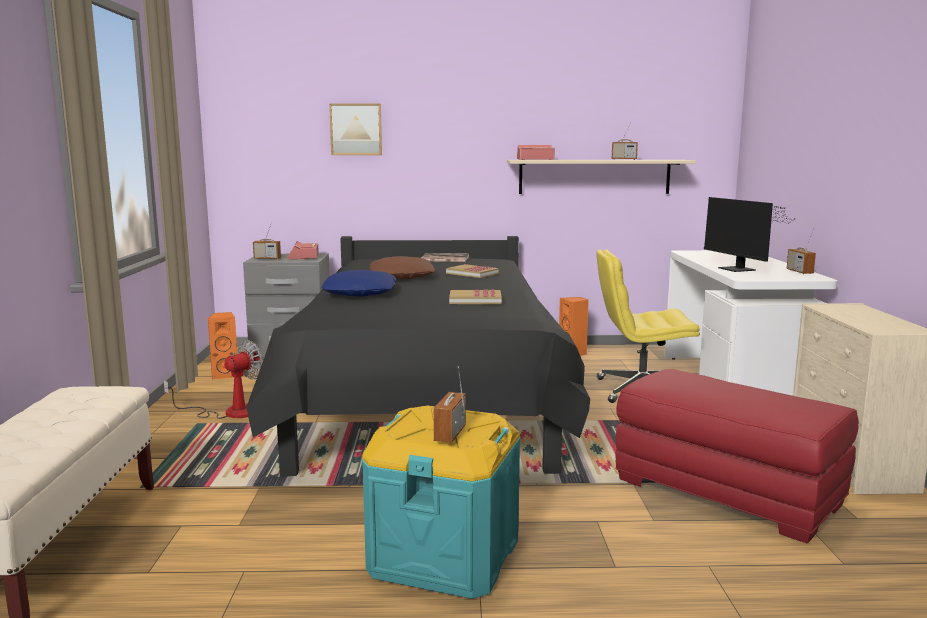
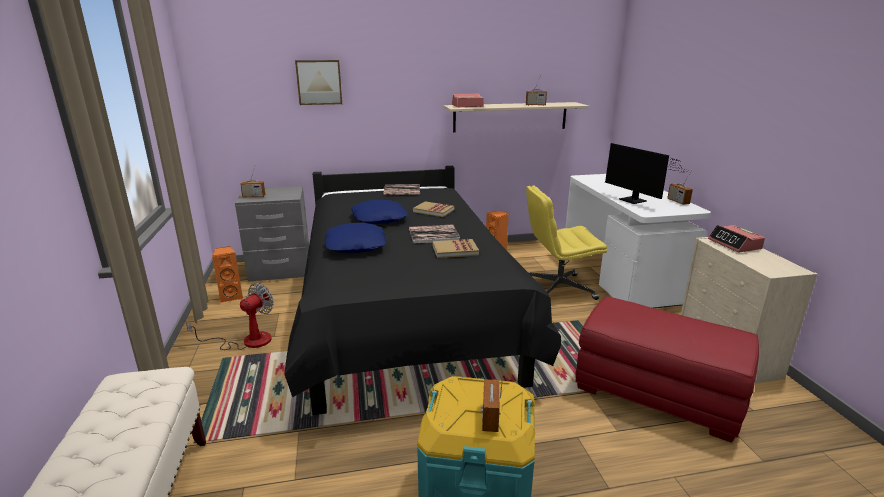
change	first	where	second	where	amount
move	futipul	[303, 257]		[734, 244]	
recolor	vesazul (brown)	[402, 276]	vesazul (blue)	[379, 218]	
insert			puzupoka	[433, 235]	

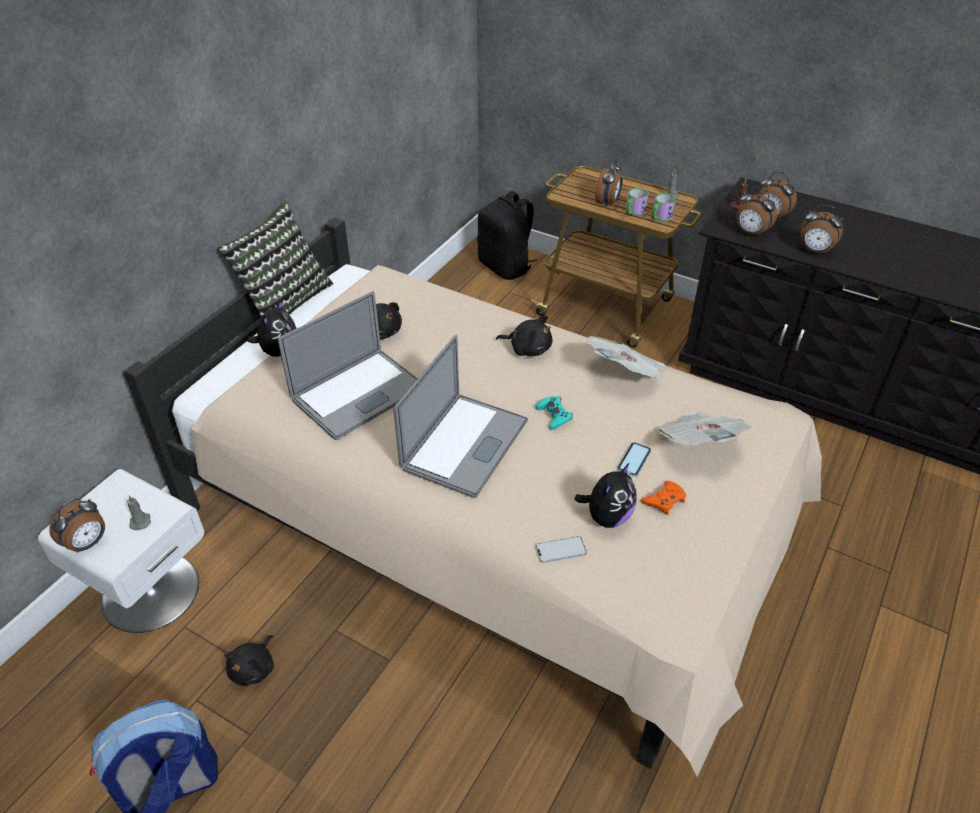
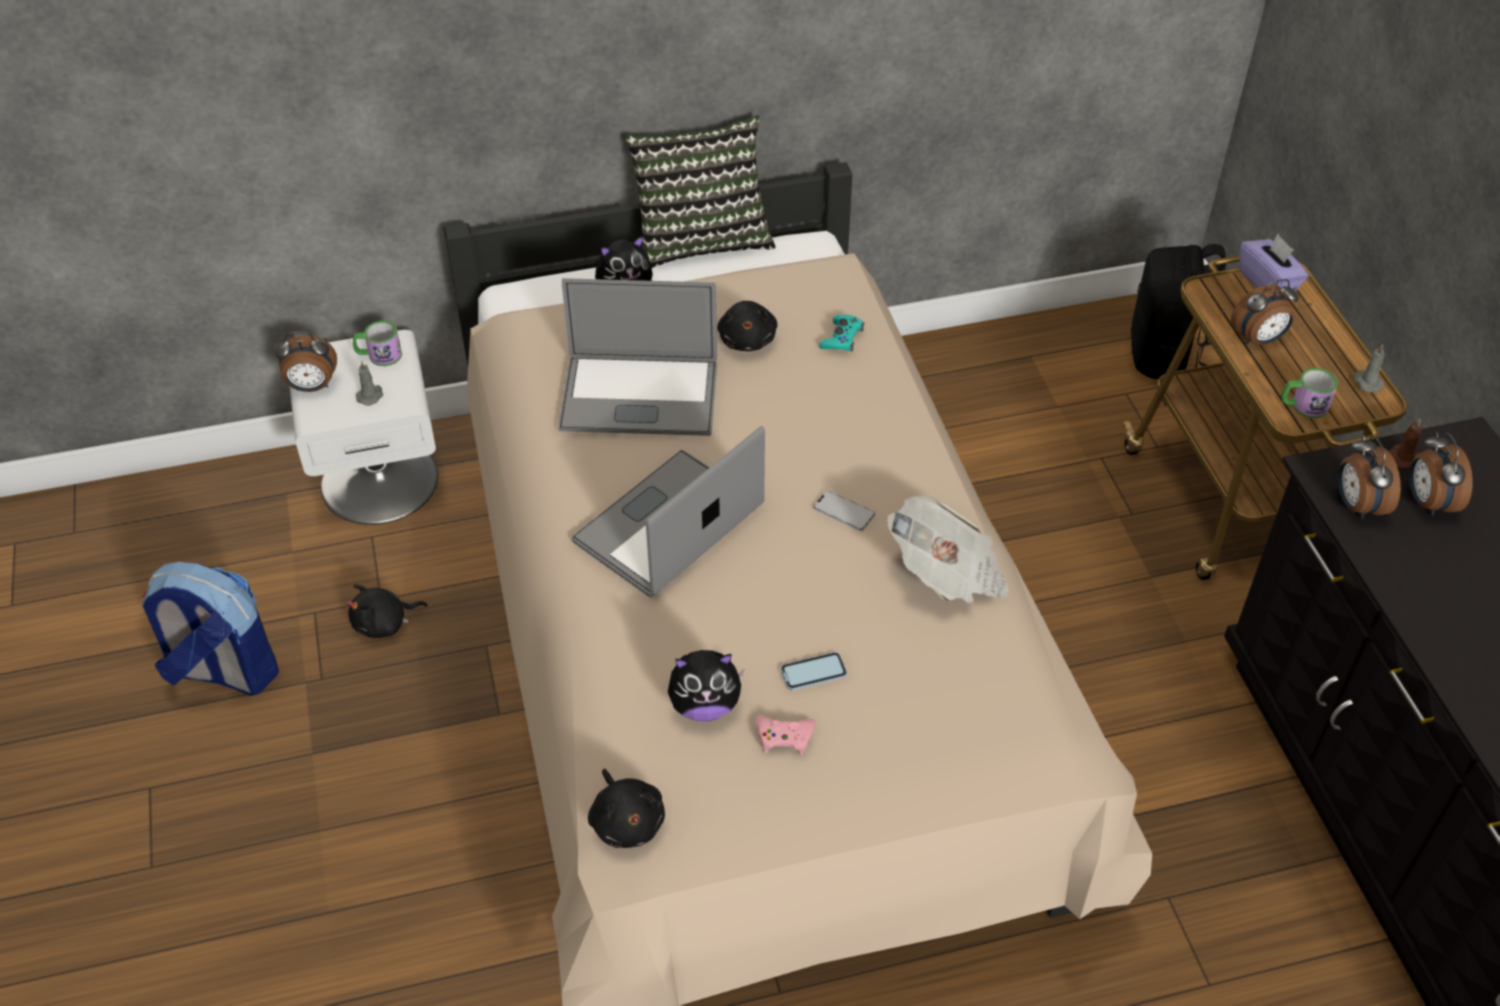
change	first	where	second	where	amount
rotate	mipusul	[465, 444]		[669, 524]	150 degrees clockwise
move	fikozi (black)	[528, 348]		[627, 821]	
move	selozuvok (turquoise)	[554, 415]		[842, 338]	
move	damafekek	[561, 550]		[844, 511]	
move	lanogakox	[633, 212]		[379, 355]	
recolor	selozuvok (orange)	[664, 500]	selozuvok (pink)	[784, 737]	
delete	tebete	[697, 444]			
delete	futipul	[814, 251]			
insert			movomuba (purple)	[1268, 282]	

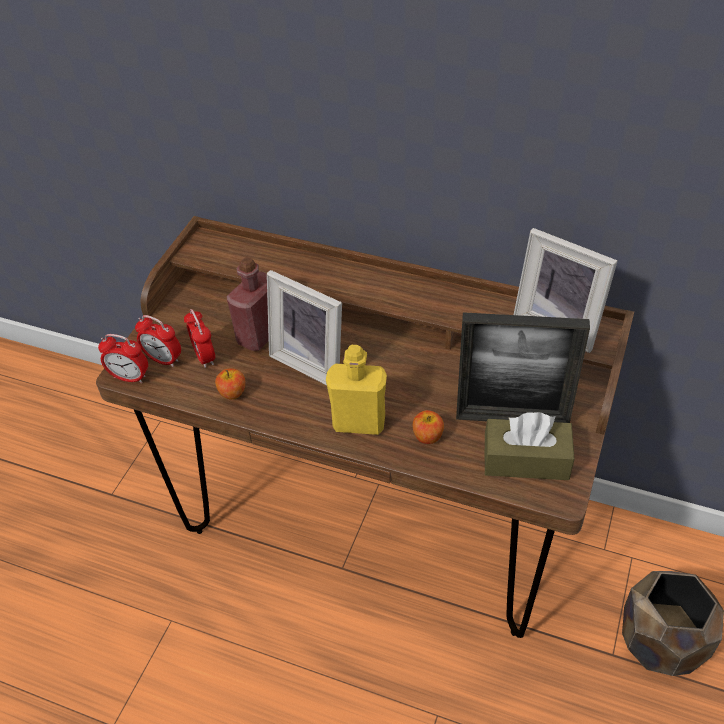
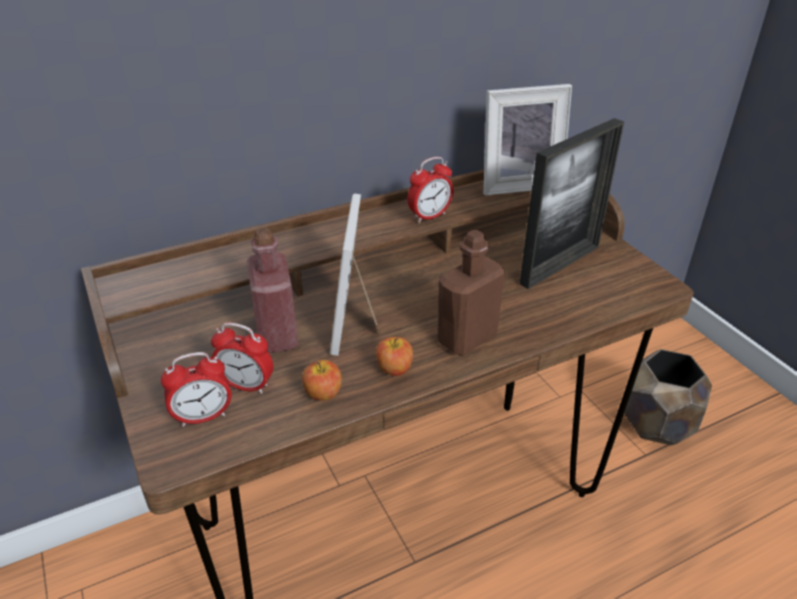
change	first	where	second	where	amount
move	futipul	[130, 377]		[429, 216]	
rotate	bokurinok	[312, 361]		[358, 323]	105 degrees clockwise
recolor	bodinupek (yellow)	[359, 422]	bodinupek (brown)	[467, 338]	
move	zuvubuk	[428, 436]		[394, 369]	
delete	movomuba (brown)	[526, 460]			

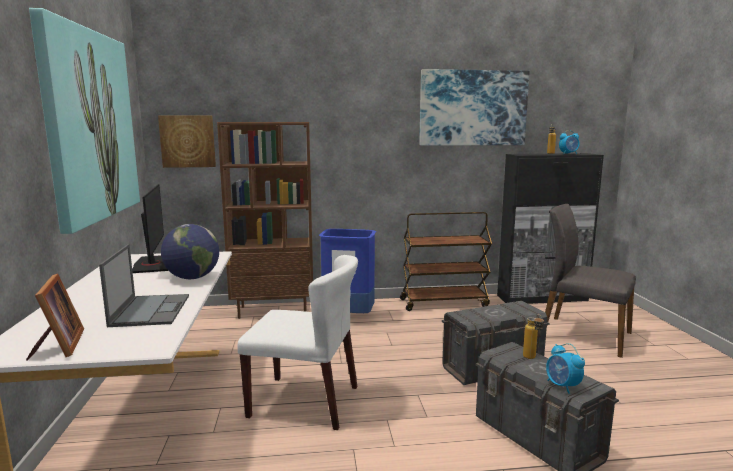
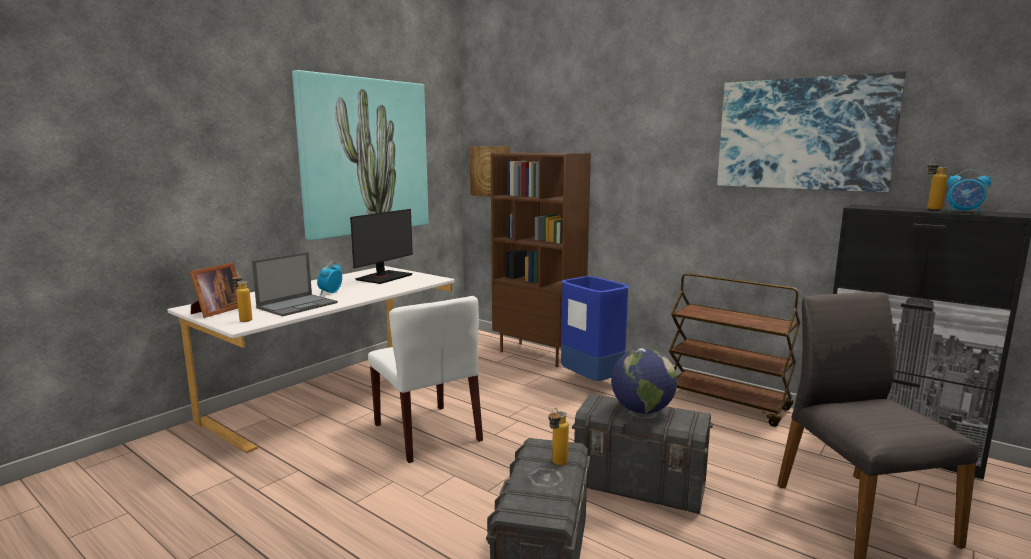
change	first	where	second	where	amount
move	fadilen	[192, 278]		[642, 410]	
move	futipul	[562, 386]		[330, 293]	
insert			bodinupek	[243, 319]	

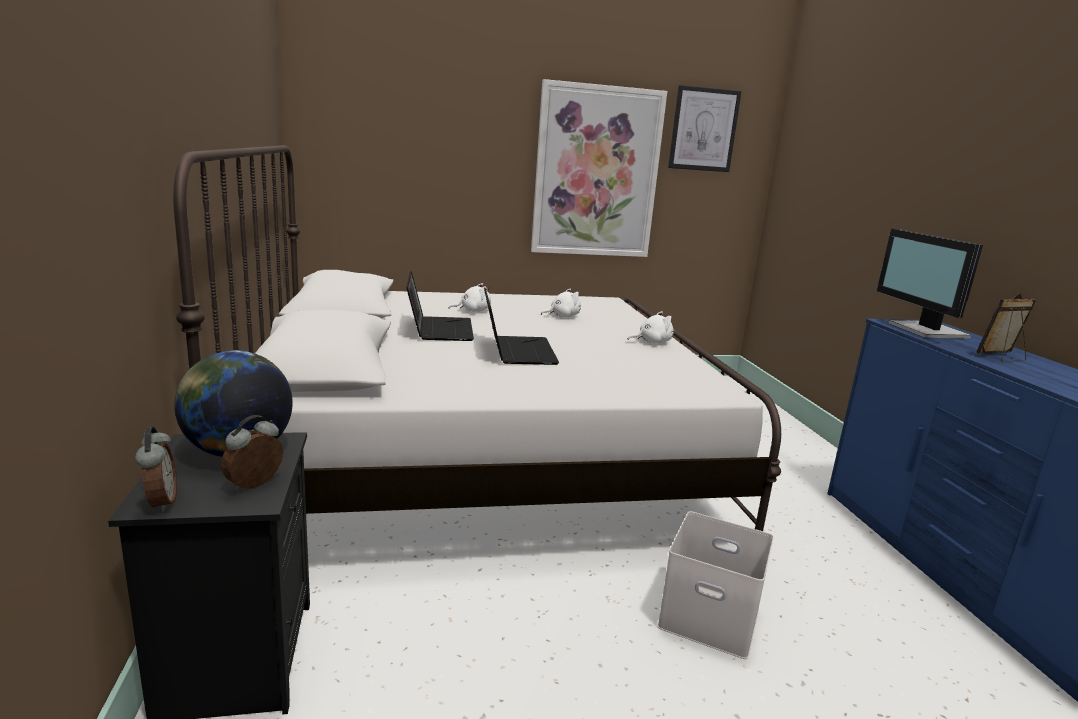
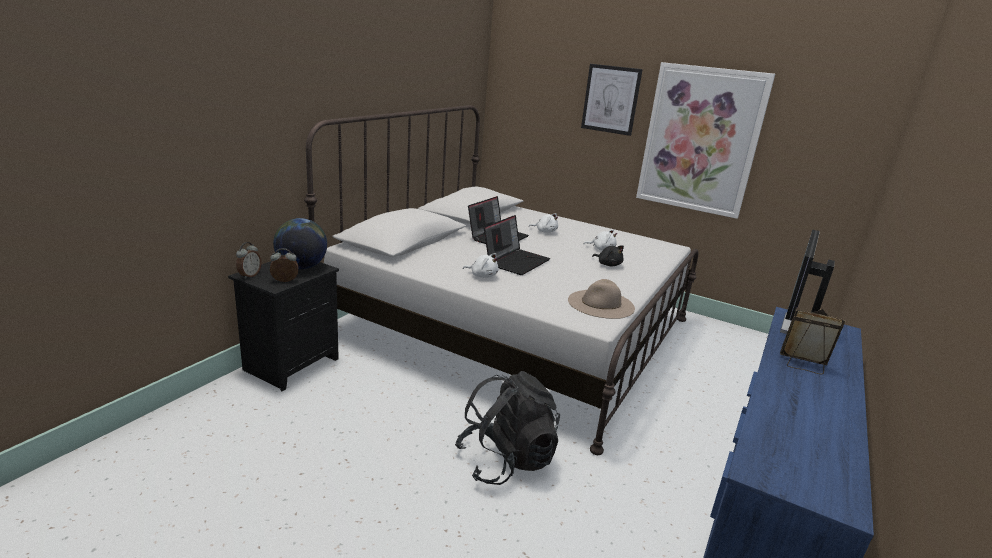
change	first	where	second	where	amount
move	fikozi (white)	[652, 342]		[482, 275]	
replace	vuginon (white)	[707, 617]	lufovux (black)	[506, 460]	
move	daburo	[703, 129]		[611, 99]	
insert			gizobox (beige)	[601, 304]	
insert			fikozi (black)	[608, 264]	

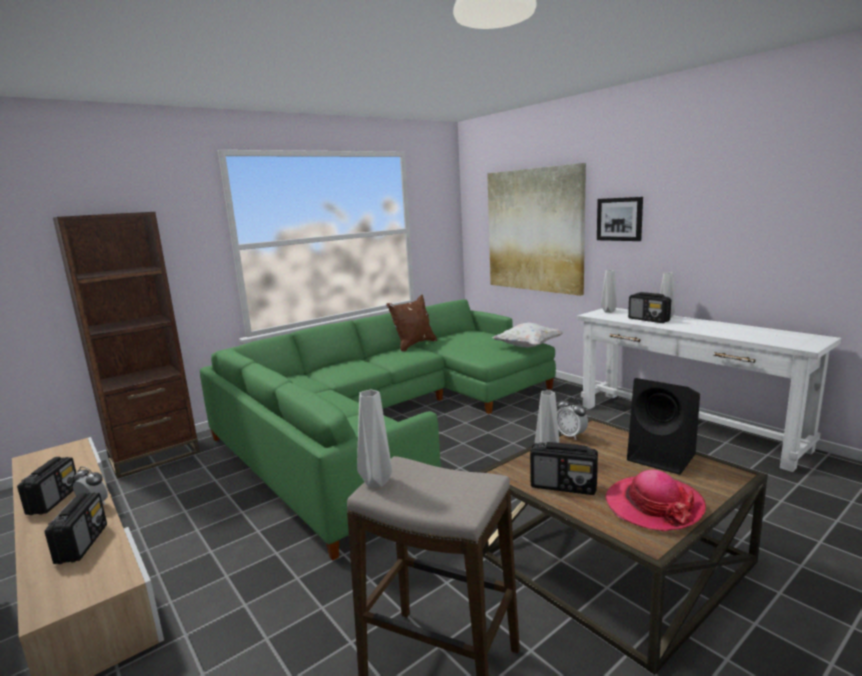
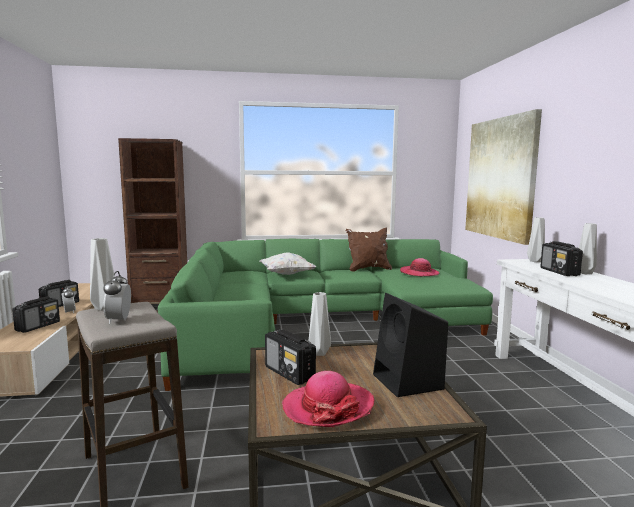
change	first	where	second	where	amount
move	vesazul (white)	[527, 347]		[286, 274]	
move	futipul	[571, 435]		[119, 320]	
delete	daburo	[619, 219]			
insert			gizobox	[419, 273]	

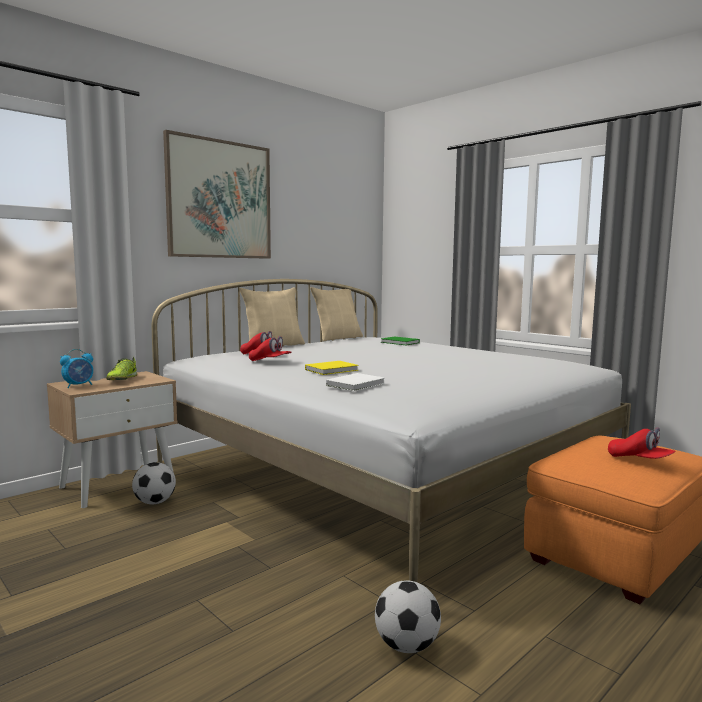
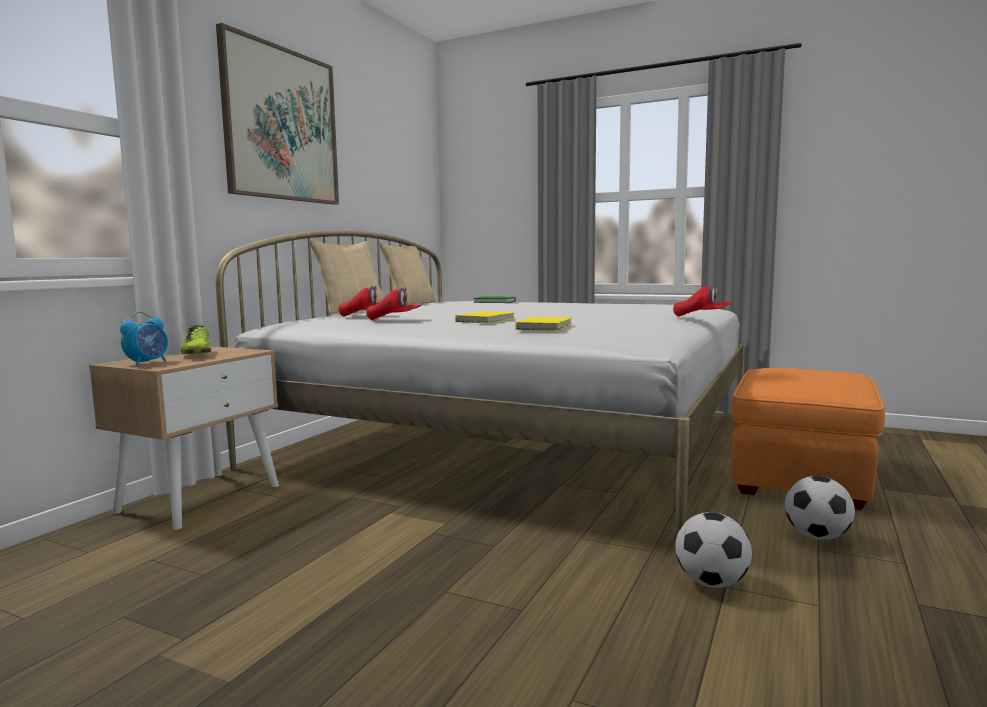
change	first	where	second	where	amount
move	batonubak	[155, 502]		[817, 537]	
recolor	puzupoka (white)	[357, 384]	puzupoka (yellow)	[545, 326]	
move	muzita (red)	[639, 460]		[701, 317]	

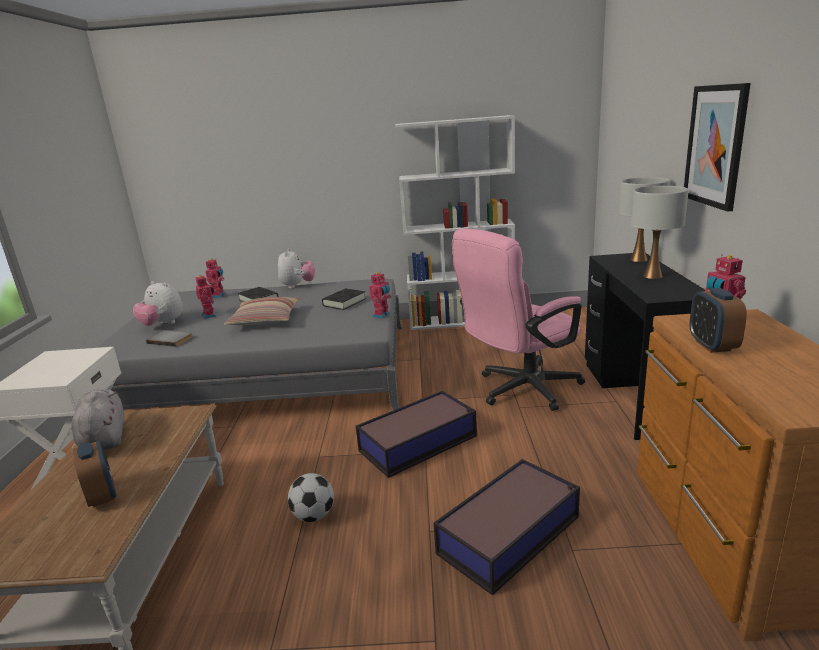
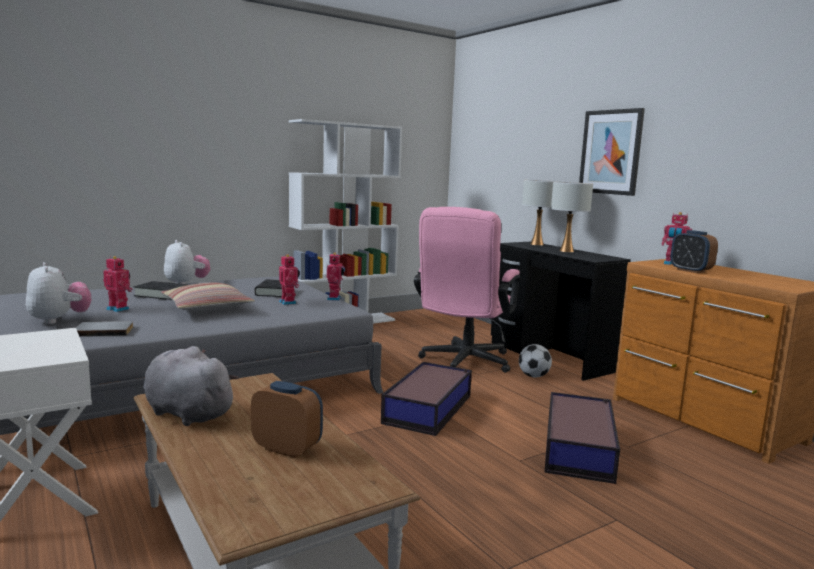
change	first	where	second	where	amount
rotate	fikozi	[163, 324]		[59, 320]	120 degrees counterclockwise
move	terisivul	[219, 295]		[289, 302]	
move	batonubak	[314, 516]		[534, 376]	

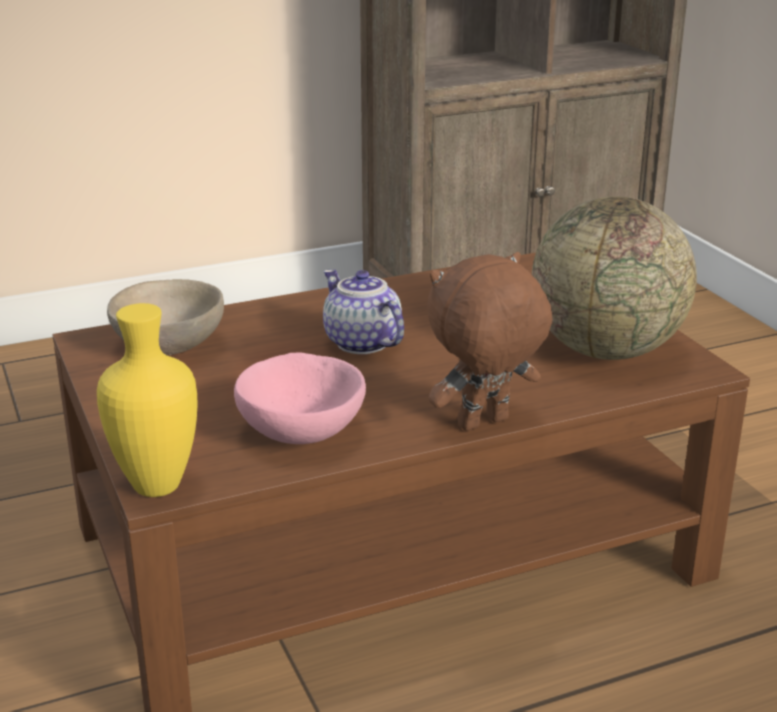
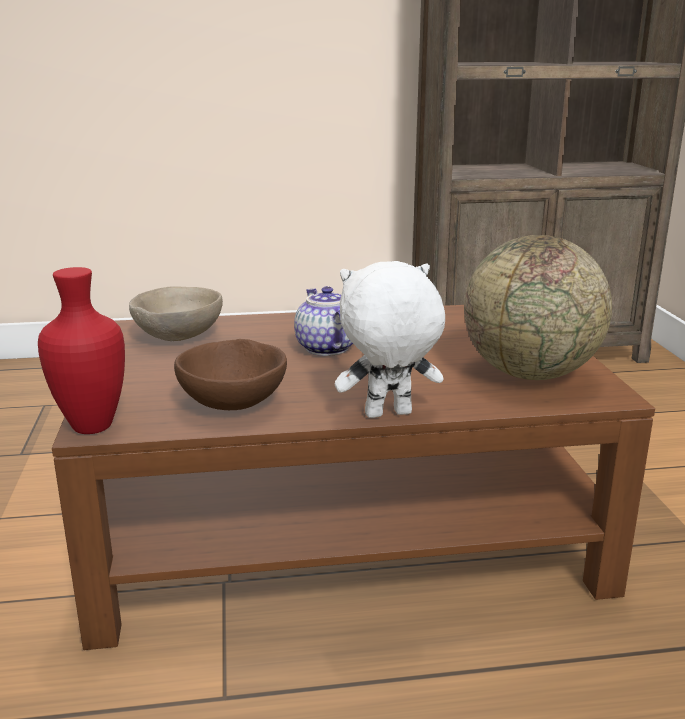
change	first	where	second	where	amount
recolor	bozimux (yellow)	[155, 488]	bozimux (red)	[90, 428]	
recolor	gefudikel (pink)	[302, 432]	gefudikel (brown)	[234, 403]	
recolor	fikozi (brown)	[483, 424]	fikozi (white)	[388, 415]	

